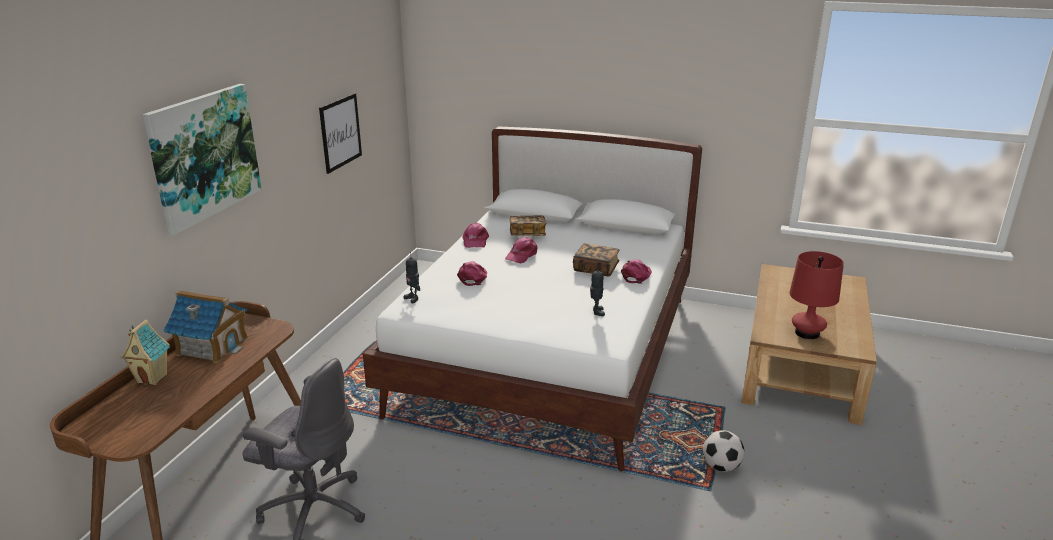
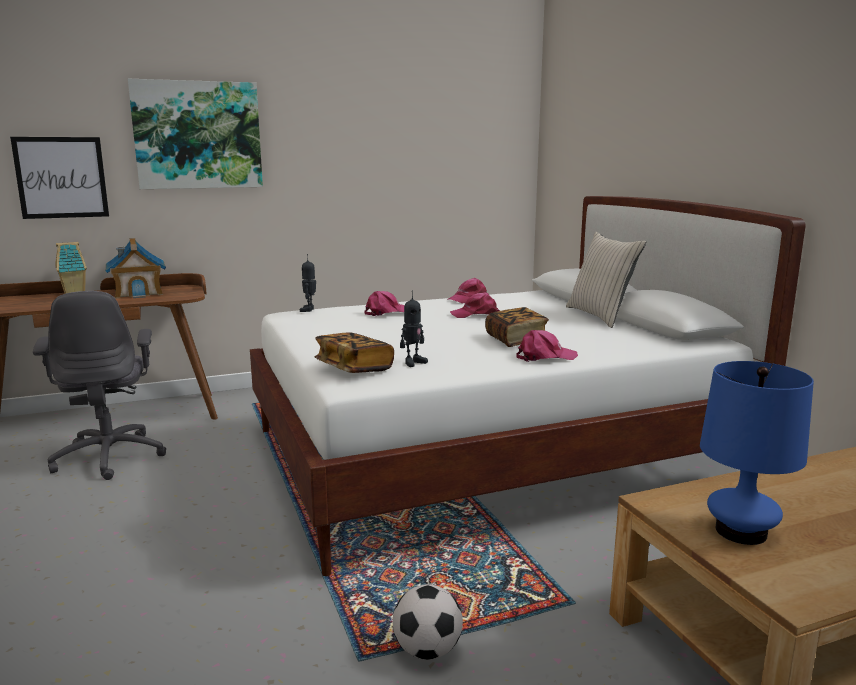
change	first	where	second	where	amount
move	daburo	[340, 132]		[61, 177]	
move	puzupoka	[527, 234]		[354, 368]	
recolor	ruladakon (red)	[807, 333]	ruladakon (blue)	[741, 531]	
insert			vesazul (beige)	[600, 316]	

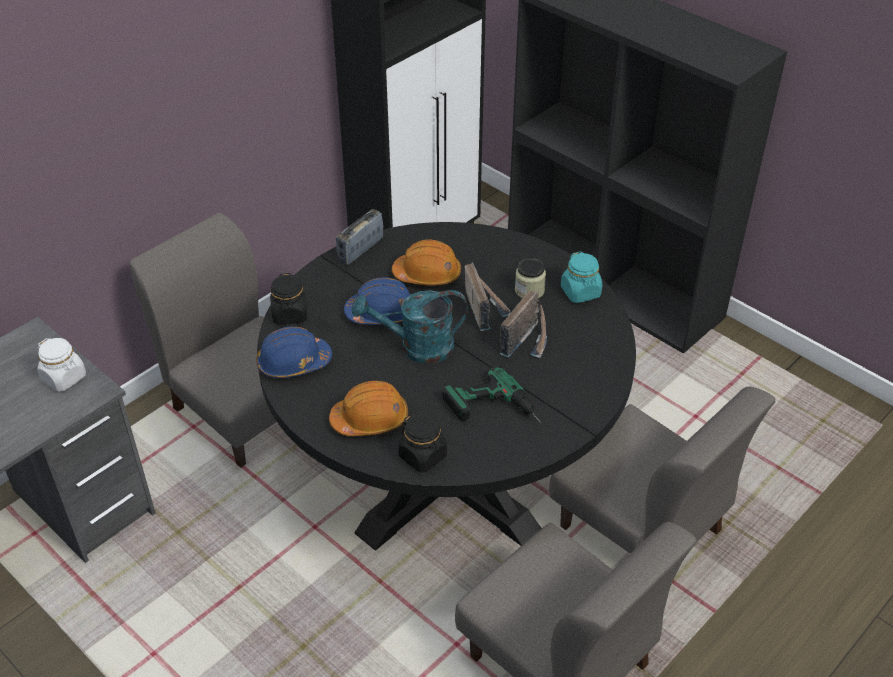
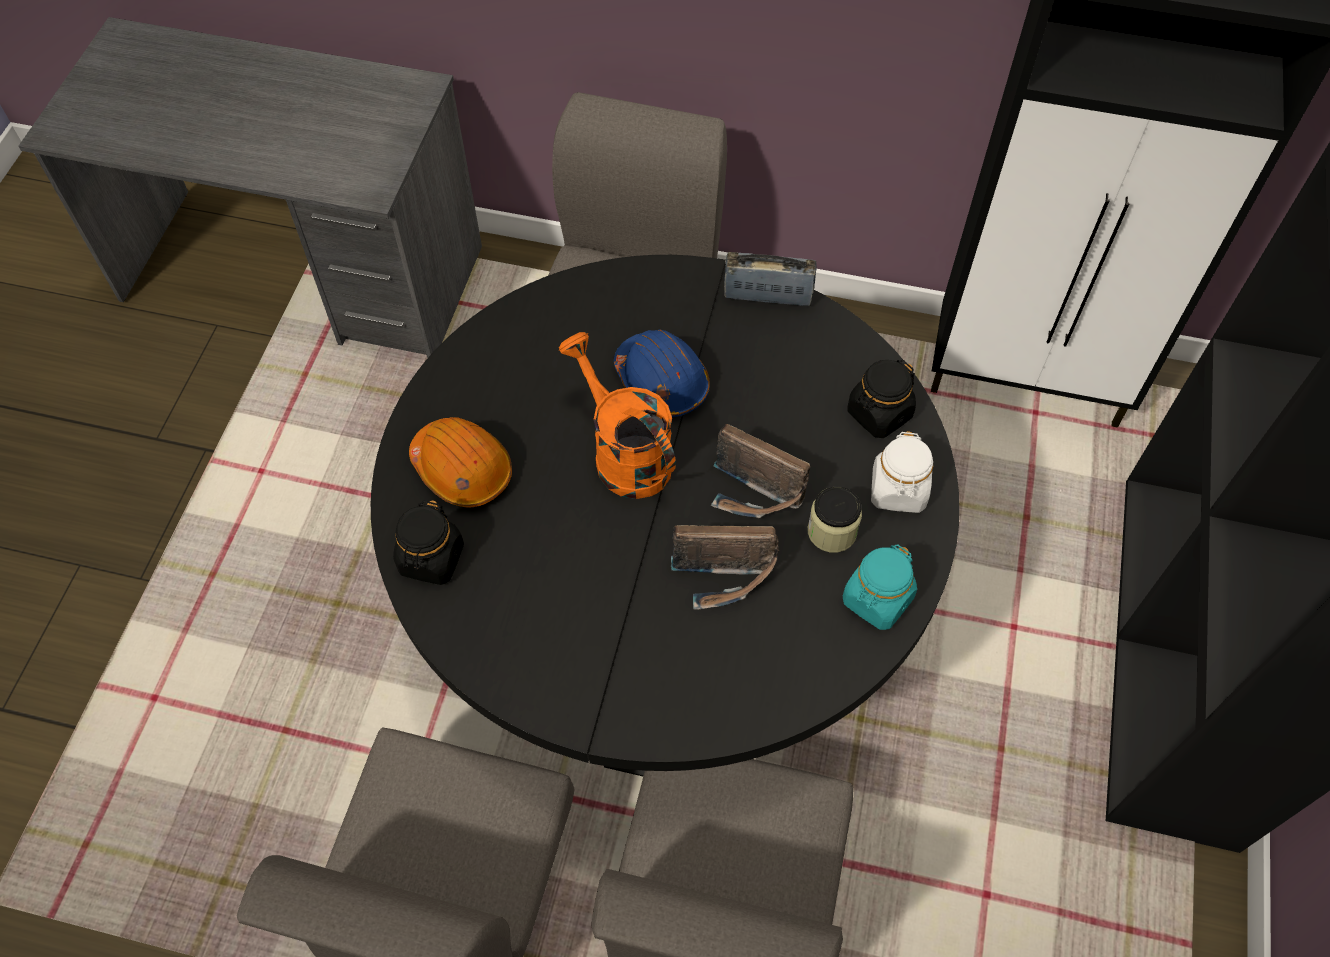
change	first	where	second	where	amount
move	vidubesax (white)	[64, 378]		[898, 490]	
delete	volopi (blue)	[293, 363]			
move	vidubesax (black)	[290, 314]		[879, 414]	
recolor	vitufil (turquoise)	[417, 347]	vitufil (orange)	[624, 453]	
delete	volopi (orange)	[427, 274]			
delete	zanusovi	[494, 411]			
rotate	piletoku	[485, 308]		[754, 495]	75 degrees clockwise

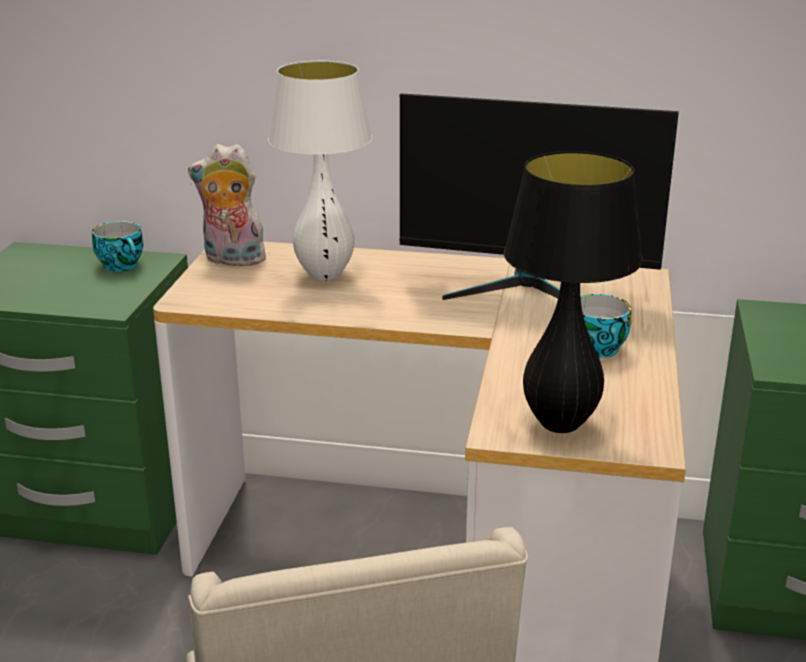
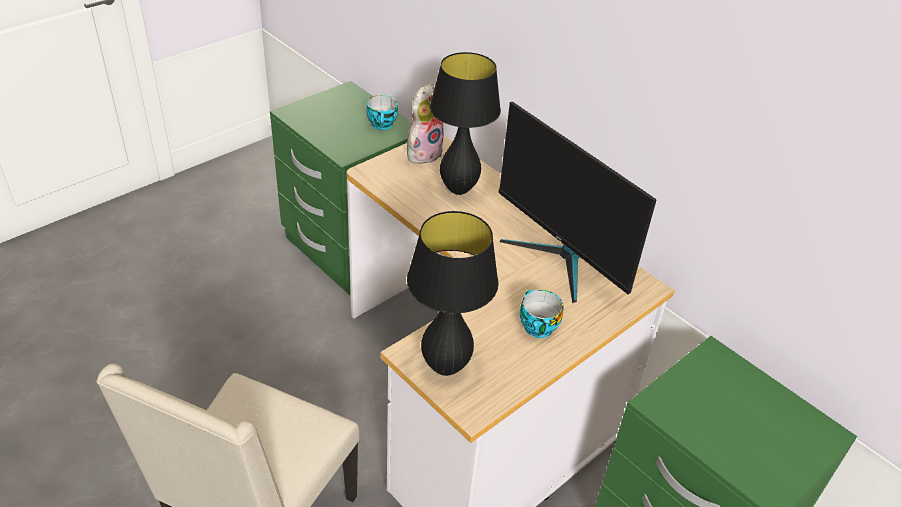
change	first	where	second	where	amount
rotate	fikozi	[231, 260]		[424, 152]	90 degrees clockwise
recolor	ruladakon (white)	[324, 275]	ruladakon (black)	[458, 189]	

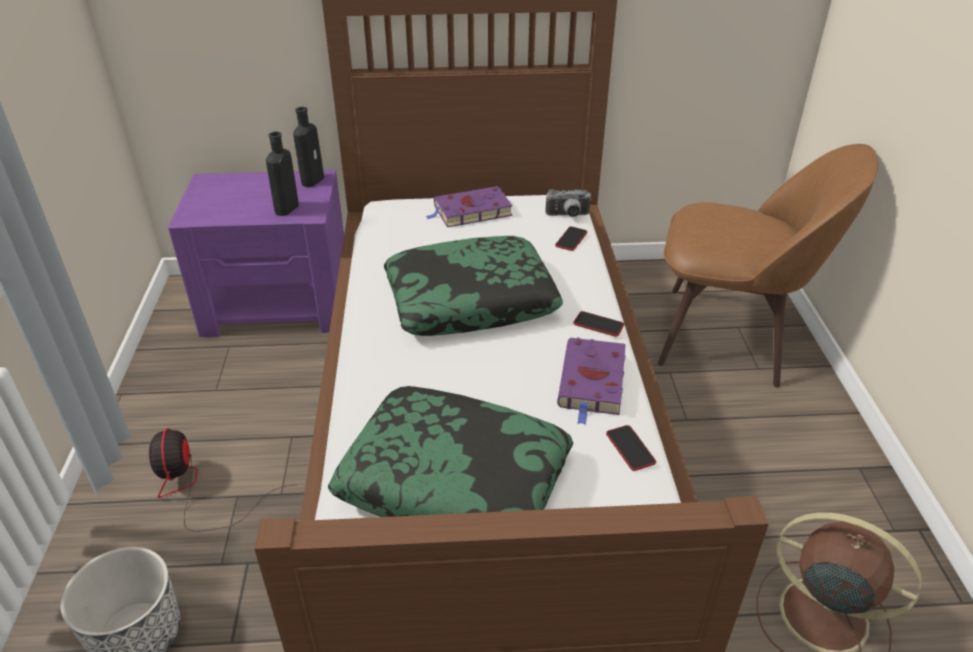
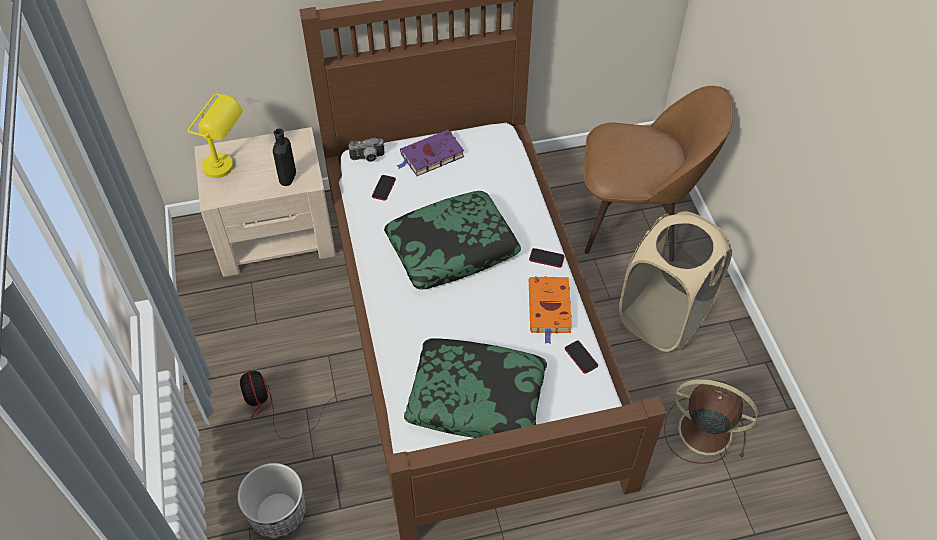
change	first	where	second	where	amount
recolor	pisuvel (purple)	[278, 303]	pisuvel (beige)	[276, 234]	
delete	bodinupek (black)	[313, 179]			
move	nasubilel	[568, 216]		[368, 158]	
move	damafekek	[571, 239]		[384, 188]	
recolor	puzupoka (purple)	[592, 383]	puzupoka (orange)	[550, 309]	
insert			ruladakon (yellow)	[228, 168]	
insert			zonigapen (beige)	[664, 317]	

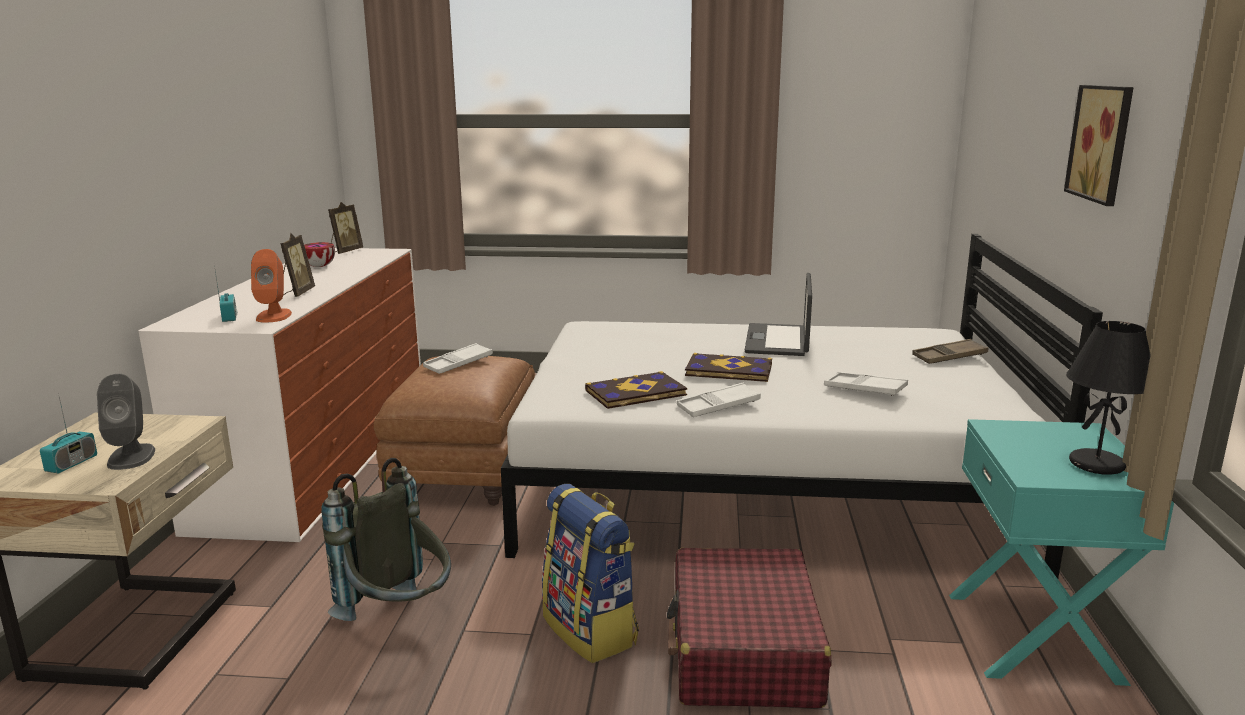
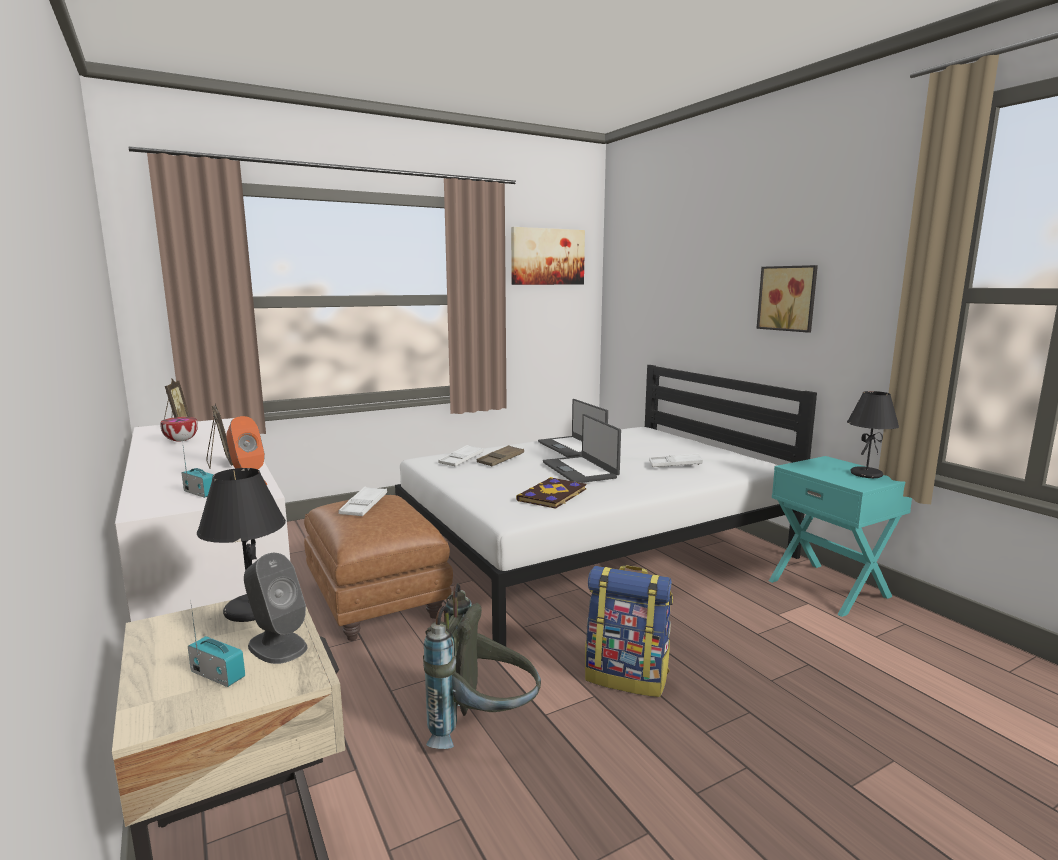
change	first	where	second	where	amount
rotate	piletoku	[72, 464]		[218, 675]	45 degrees counterclockwise
delete	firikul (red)	[743, 650]			
move	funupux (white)	[718, 406]		[461, 459]	
replace	puzupoka	[728, 371]	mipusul	[580, 470]	
move	funupux (brown)	[949, 357]		[500, 459]	
insert			ruladakon (black)	[250, 610]	
insert			daburo	[547, 256]	

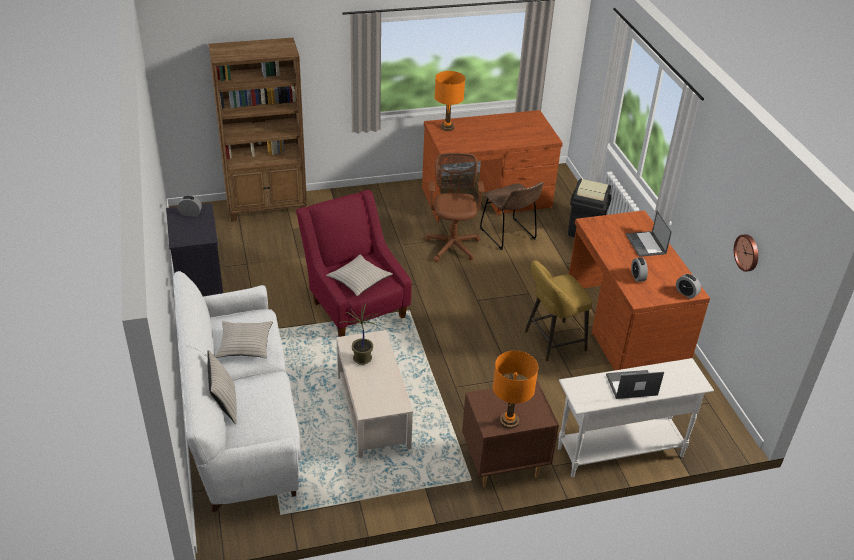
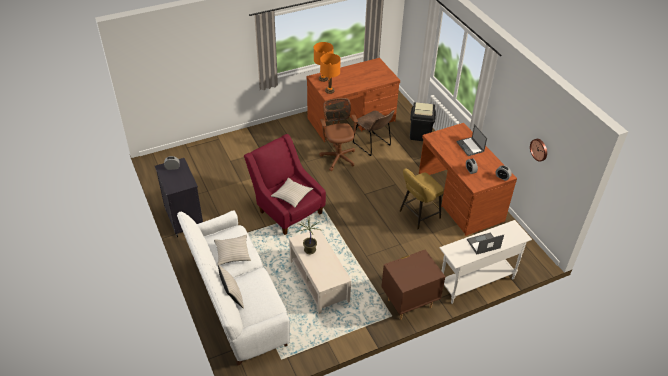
change	first	where	second	where	amount
delete	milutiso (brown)	[267, 207]			
move	ruladakon (orange)	[509, 421]		[329, 91]	

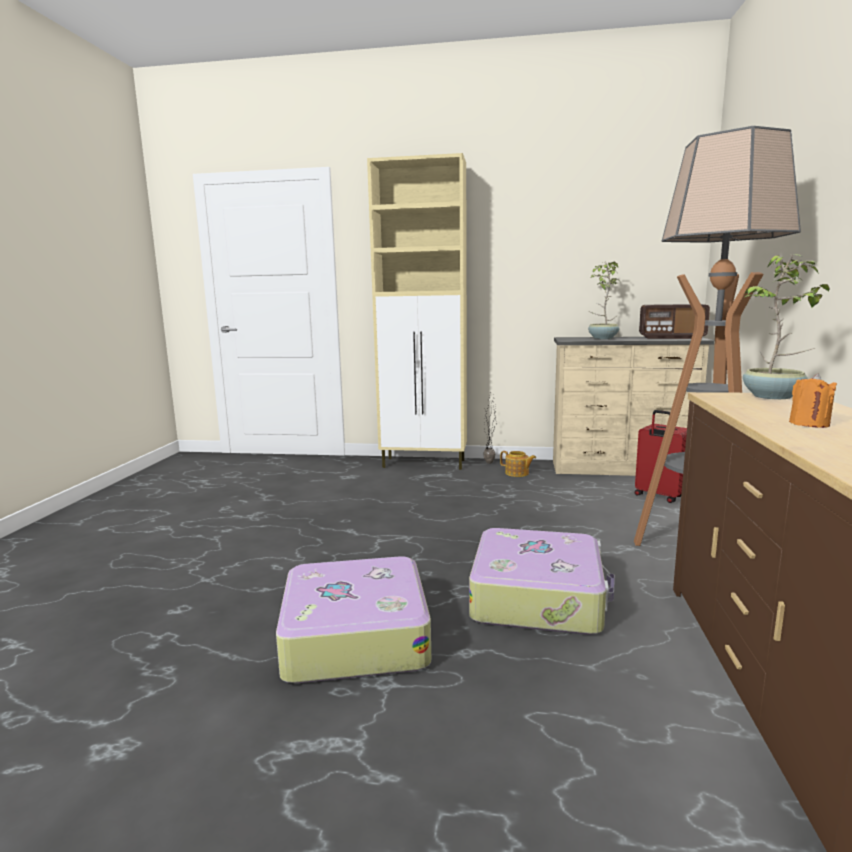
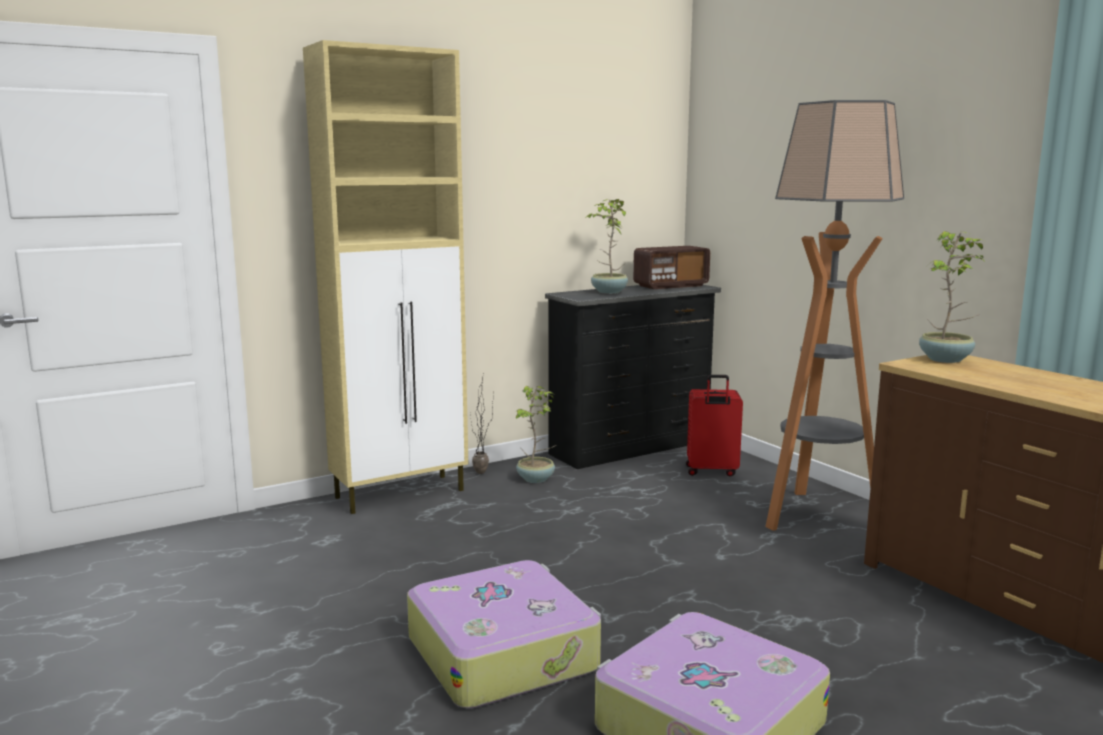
change	first	where	second	where	amount
move	firikul	[538, 597]		[503, 653]	
replace	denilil	[517, 473]	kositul	[536, 479]	
recolor	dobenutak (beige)	[622, 469]	dobenutak (black)	[632, 448]	
delete	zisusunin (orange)	[809, 424]			

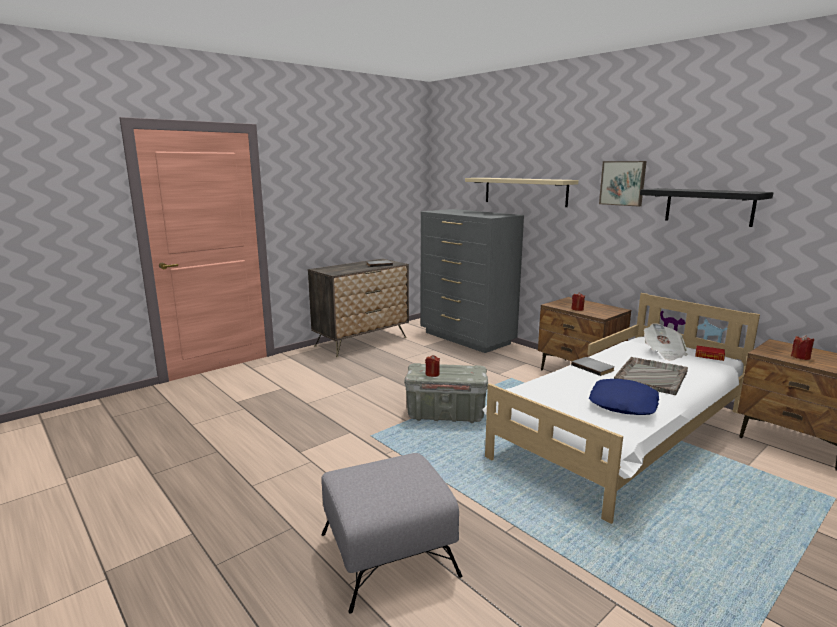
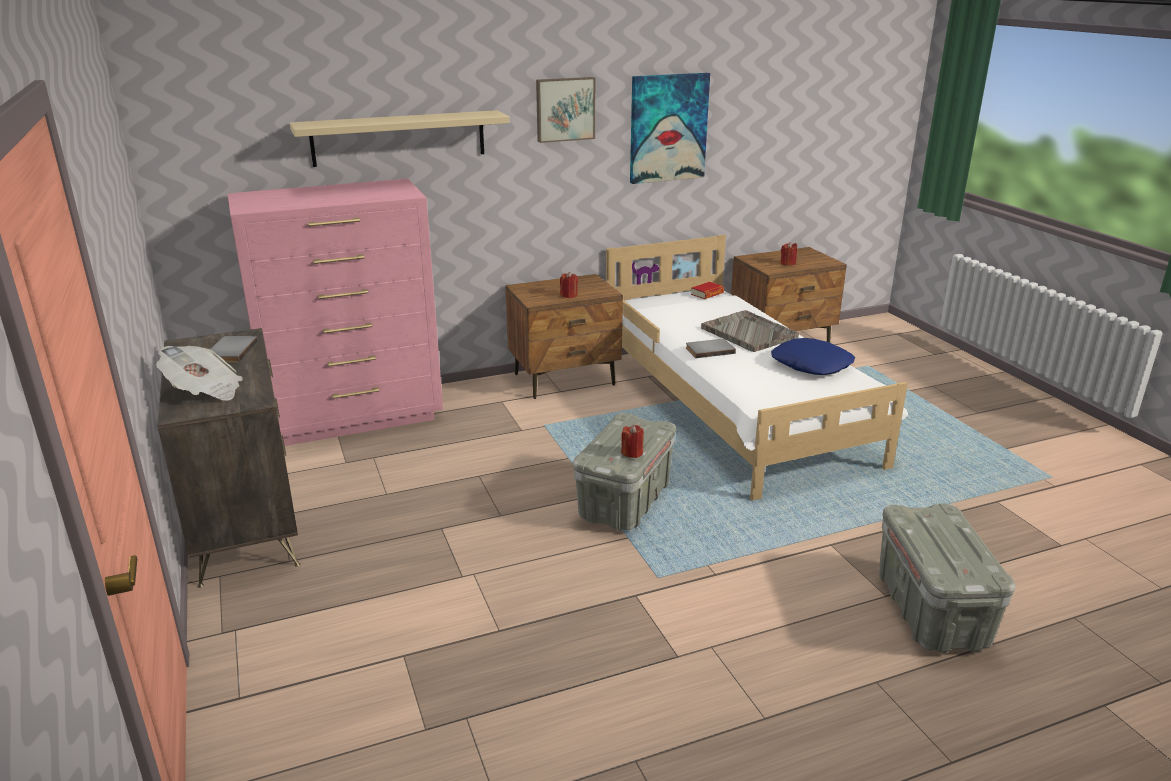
change	first	where	second	where	amount
replace	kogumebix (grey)	[387, 554]	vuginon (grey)	[932, 611]	
recolor	dobenutak (grey)	[466, 338]	dobenutak (pink)	[356, 418]	
replace	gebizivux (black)	[709, 206]	daburo	[668, 128]	
move	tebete	[663, 353]		[205, 391]	

